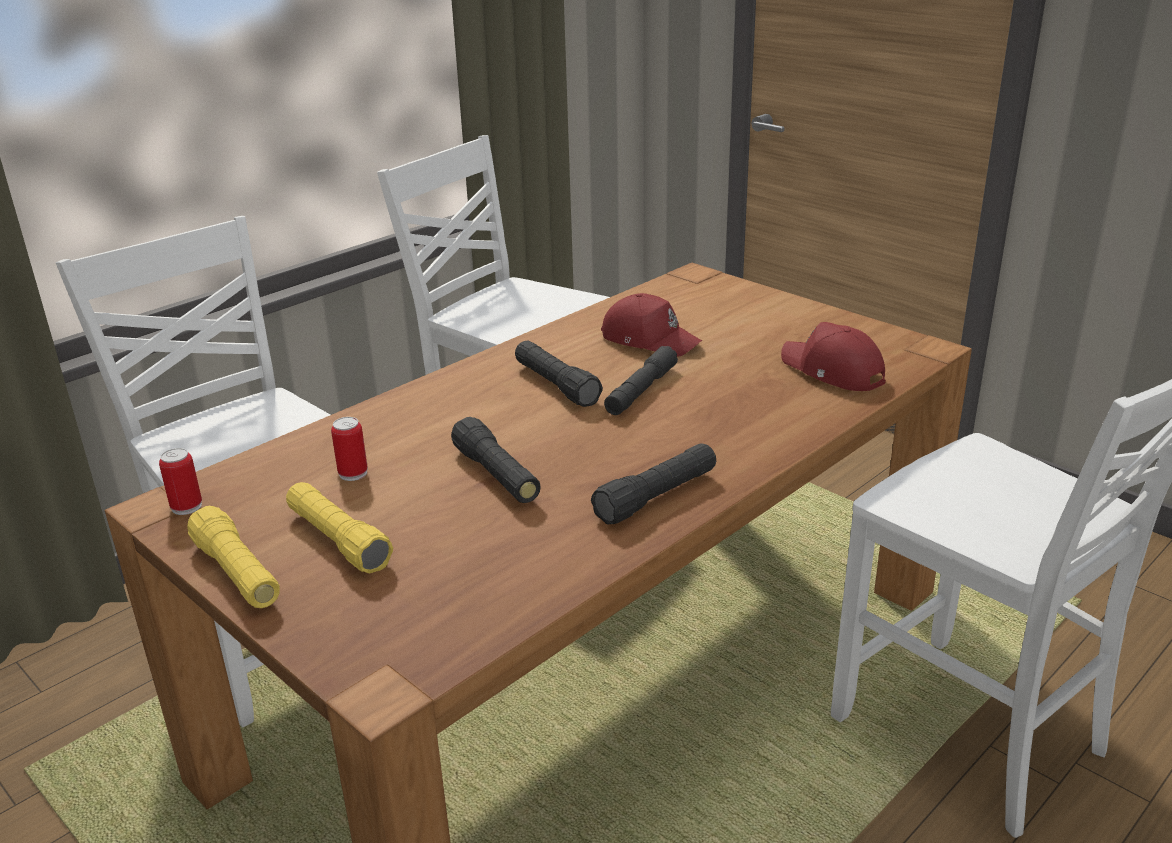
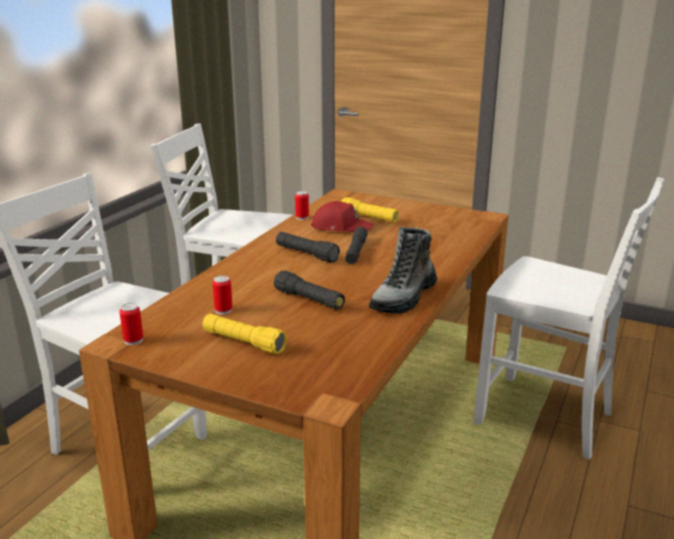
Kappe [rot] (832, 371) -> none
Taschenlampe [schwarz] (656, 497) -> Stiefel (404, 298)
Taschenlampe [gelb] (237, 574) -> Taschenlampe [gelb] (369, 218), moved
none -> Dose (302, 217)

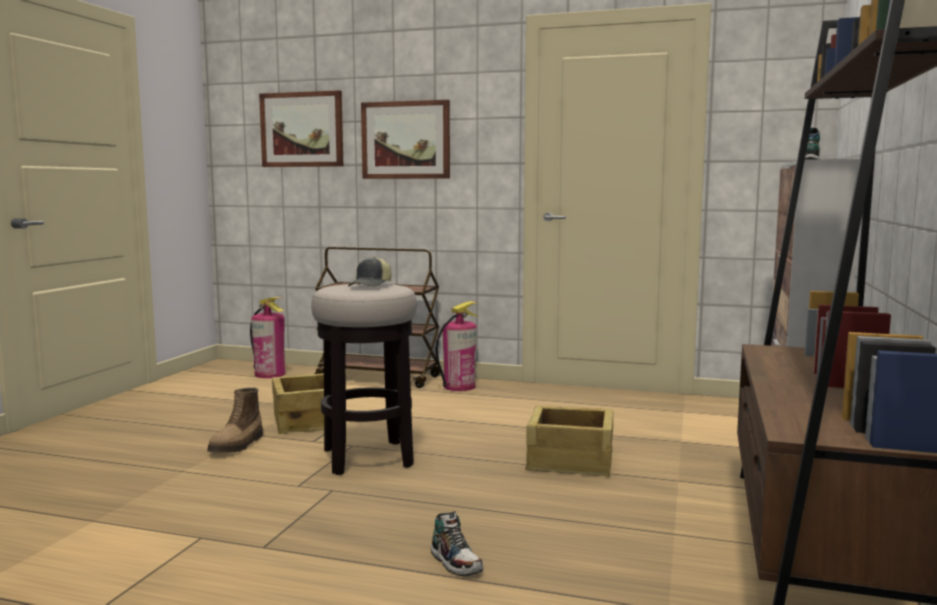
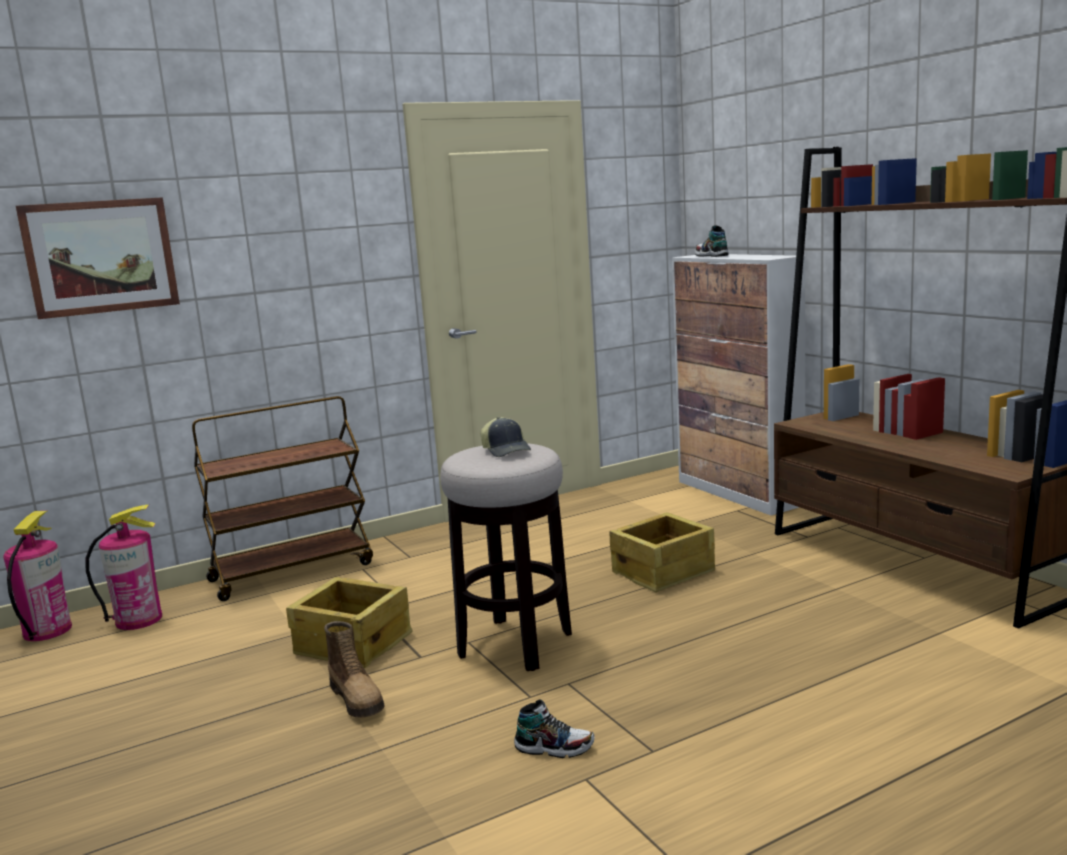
Bild (406, 140) -> none
Feuerlöscher (459, 386) -> Feuerlöscher (47, 631), moved
Schuh (456, 562) -> Schuh (554, 748), moved

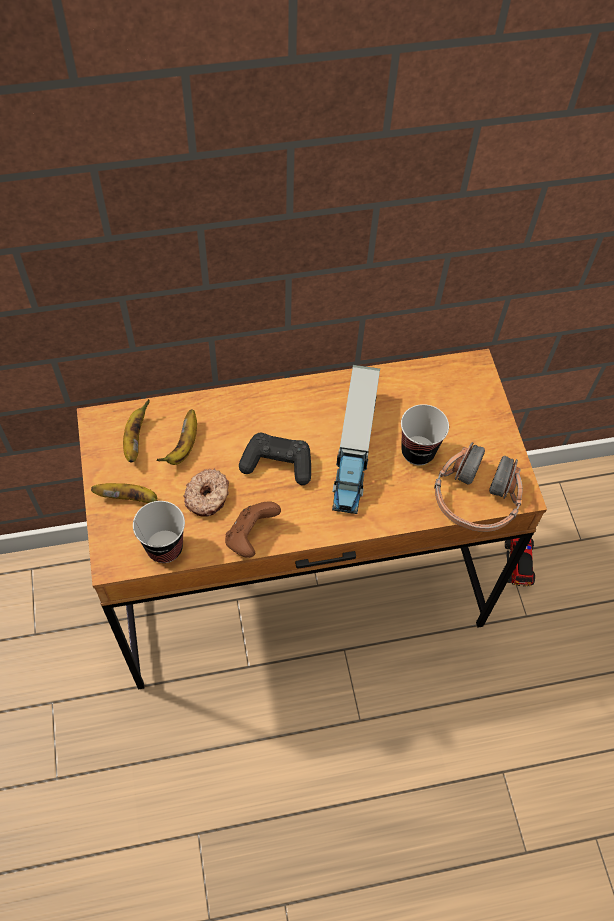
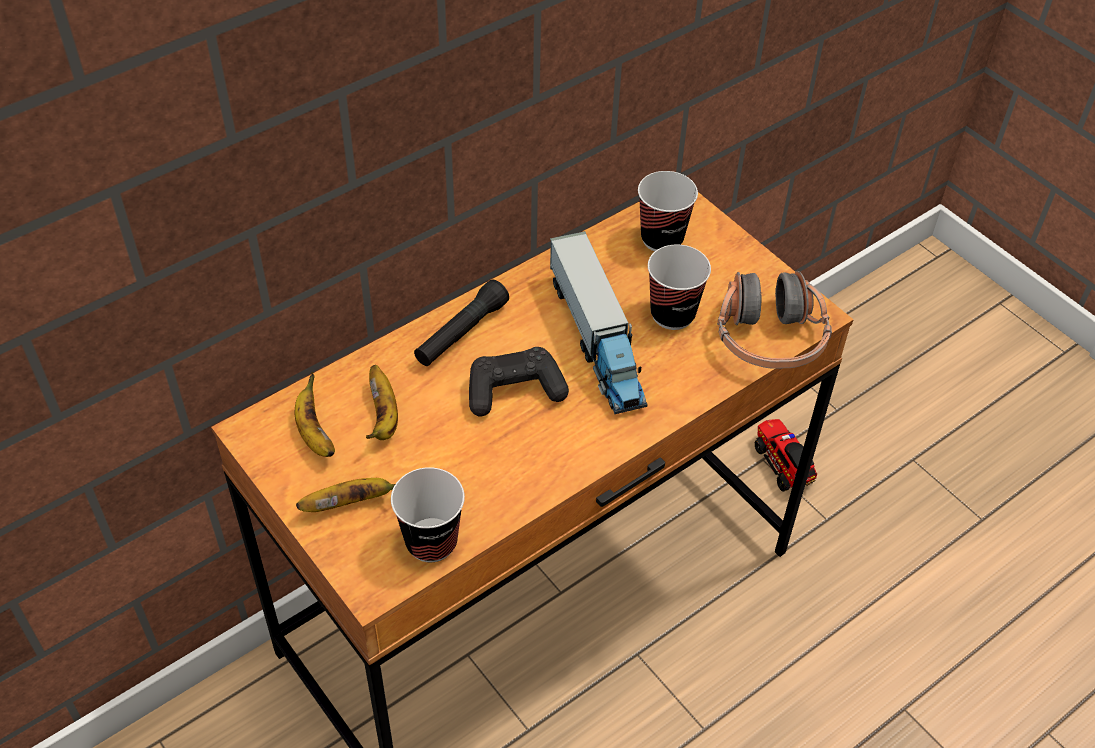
Donut (208, 497) -> none
Gamepad [braun] (250, 537) -> none
none -> Tasse (662, 239)
none -> Taschenlampe [schwarz] (461, 333)

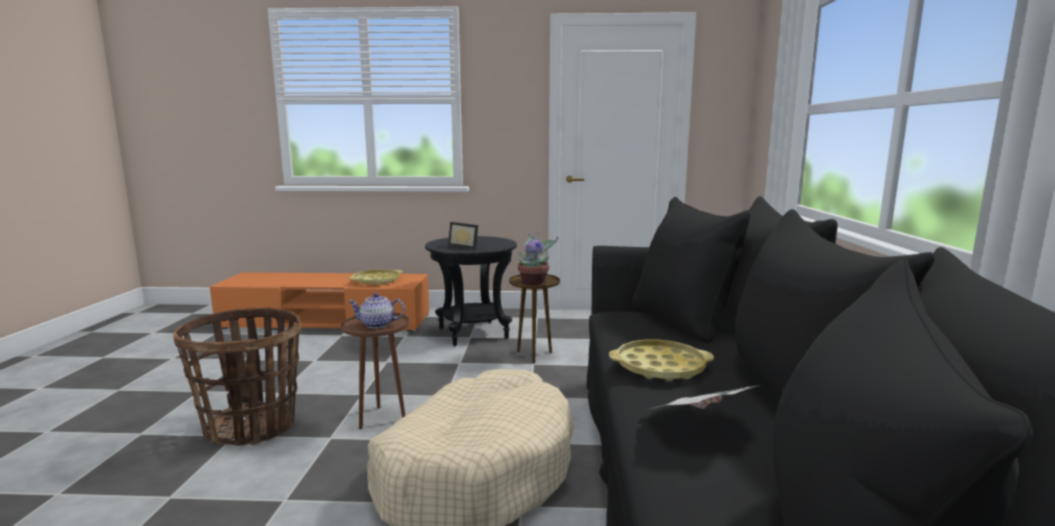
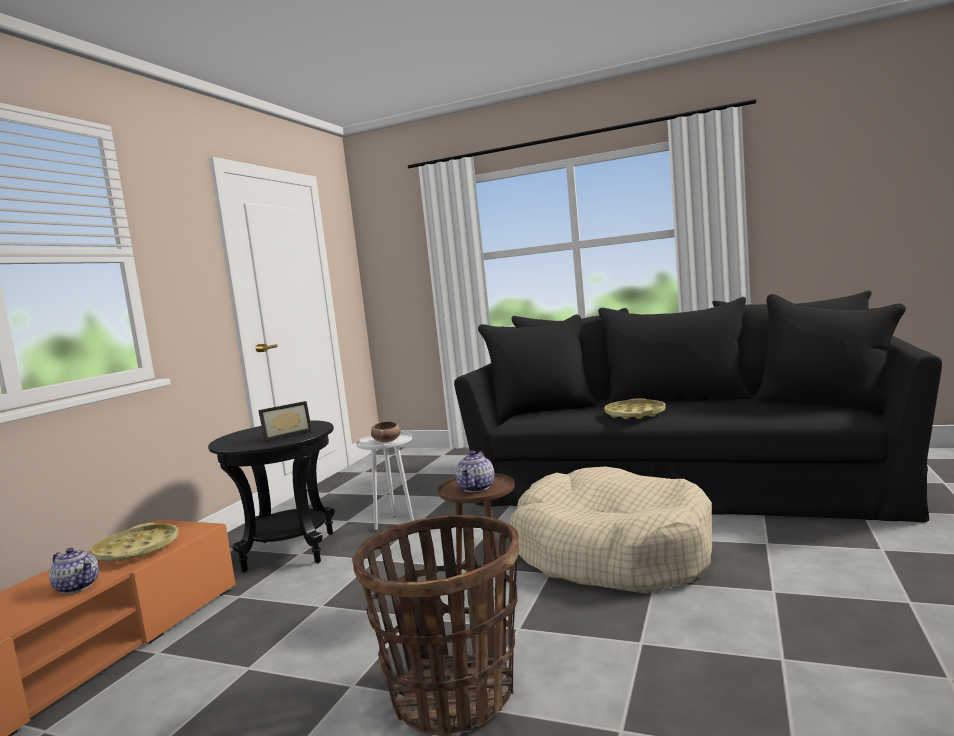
Topfpflanze (534, 282) -> Schüssel (387, 441)
Beistelltisch [braun] (534, 355) -> Beistelltisch [weiß] (394, 523)
Zeitung (696, 425) -> none
none -> Teekanne (77, 586)

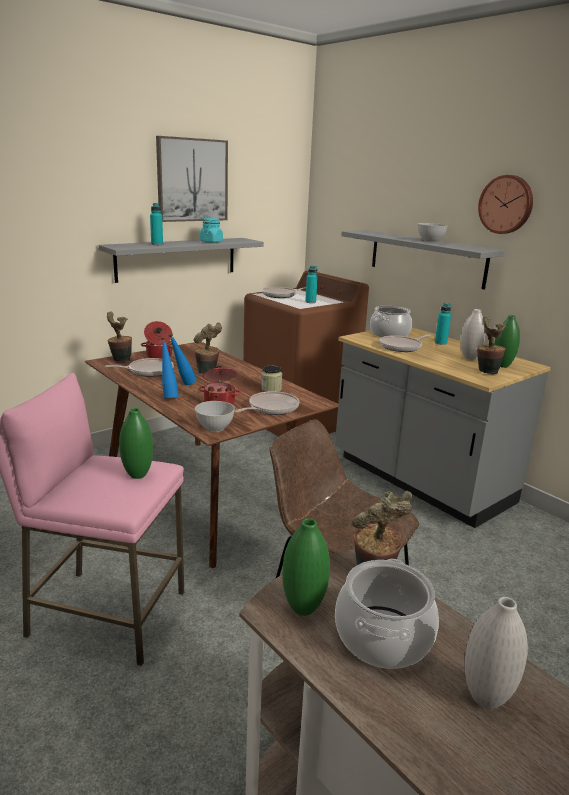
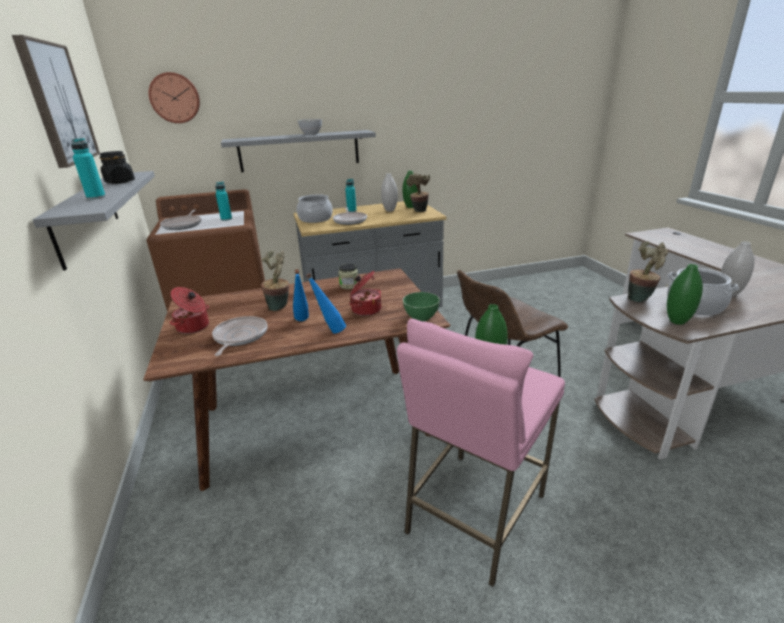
Wanduhr (506, 204) -> Wanduhr (175, 98), moved
Vorratsglas [türkis] (211, 242) -> Vorratsglas [schwarz] (120, 182)
Topfpflanze (120, 360) -> none
Pfanne (271, 408) -> none
Schüssel [grau] (215, 428) -> Schüssel [grün] (421, 317)

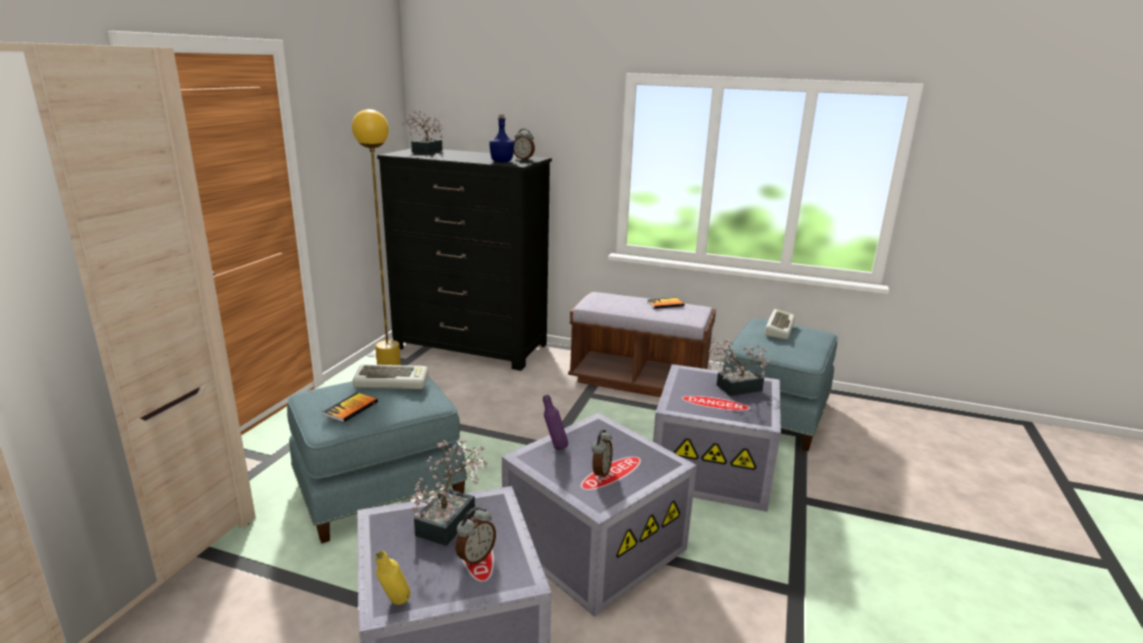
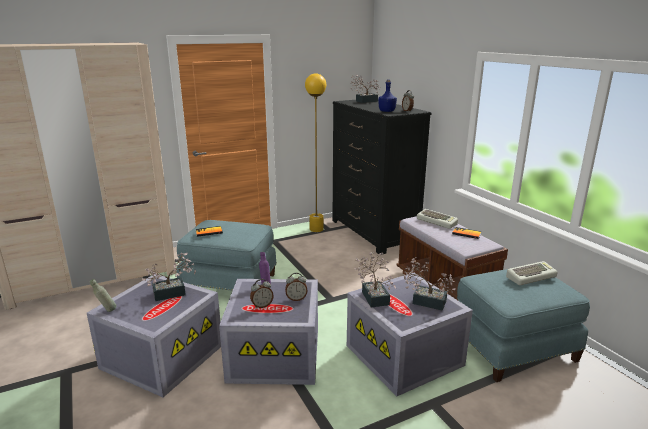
Tastatur (392, 382) -> Tastatur (437, 222), moved
Wecker (475, 557) -> Wecker (296, 299), moved
Flasche [gelb] (395, 606) -> Flasche [grau] (106, 311)
none -> Topfpflanze (374, 296)

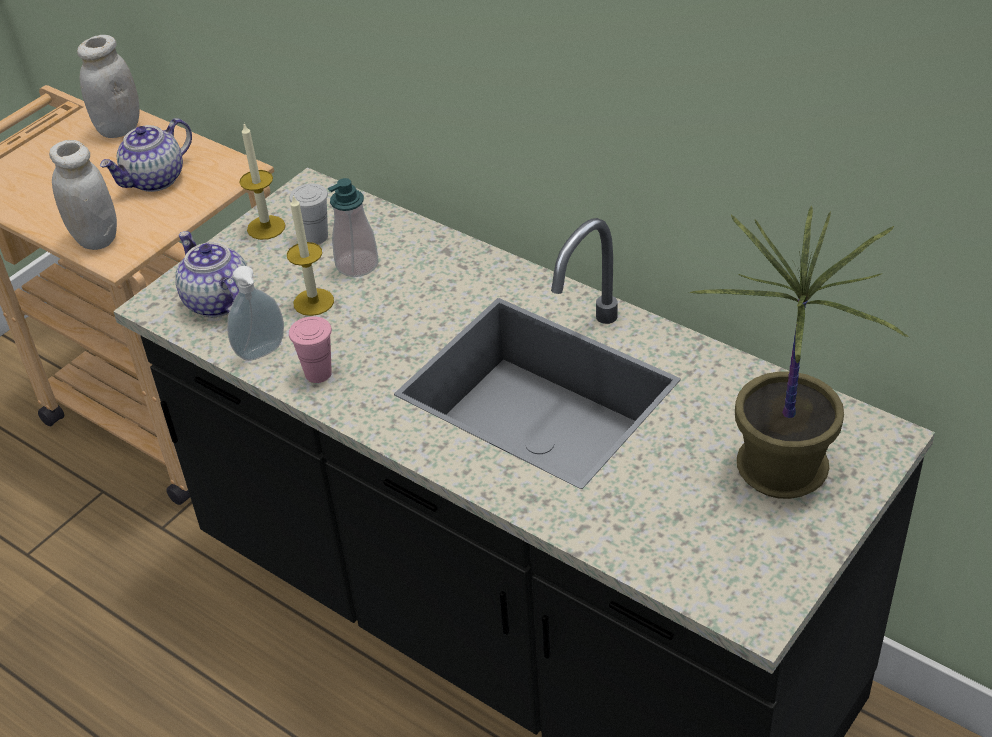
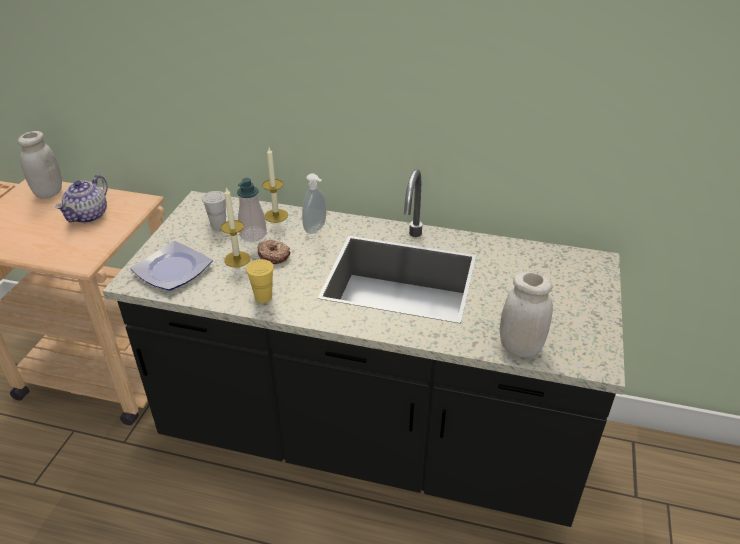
Kerze (266, 227) -> Kerze (276, 216), moved
Vorratsglas [weiß] (96, 238) -> Vorratsglas [weiß] (520, 347), moved
Topfpflanze (783, 472) -> none
Teekanne (216, 301) -> Teller (173, 271)
Seifenspender (262, 353) -> Seifenspender (316, 229), moved
Tasse [rosa] (318, 373) -> Tasse [gelb] (263, 297)
none -> Donut (274, 255)

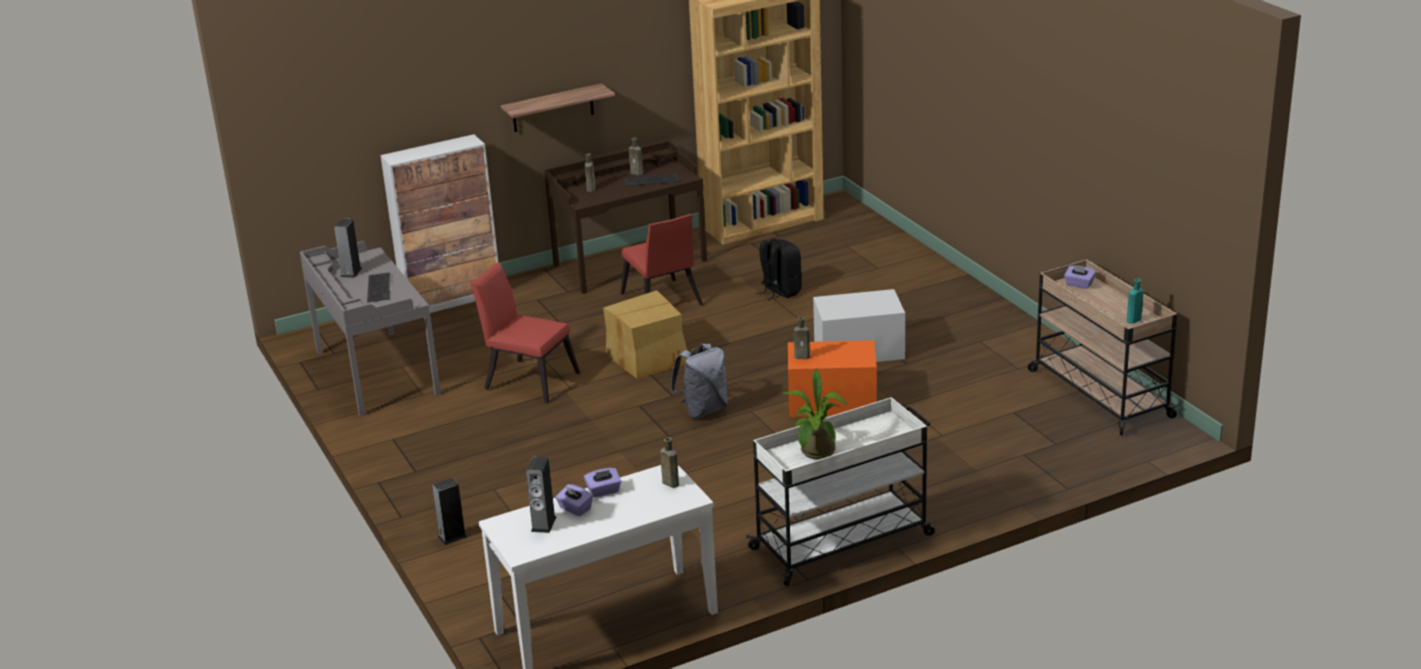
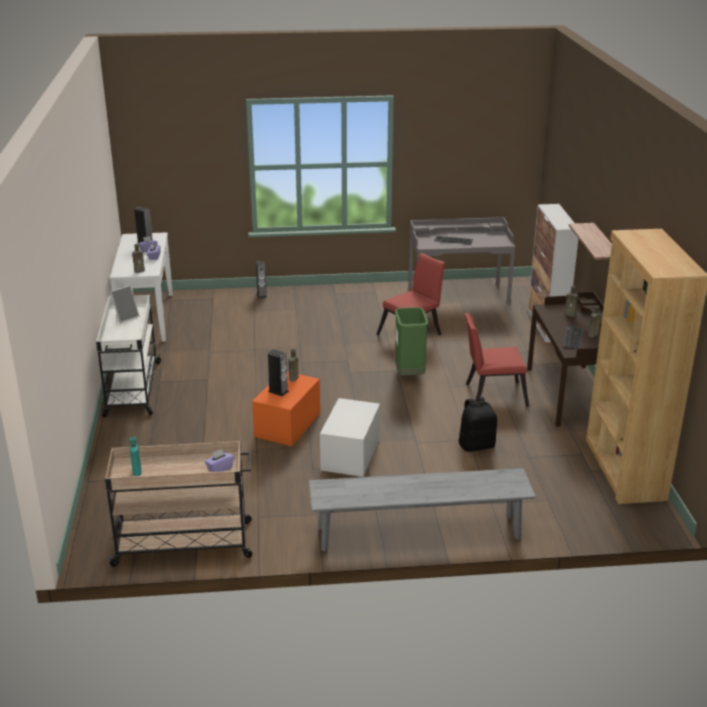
Lautsprecher (351, 272) -> Lautsprecher (278, 391), moved
Karton (648, 357) -> Mülleimer [grün] (409, 374)
Rucksack [grau] (703, 410) -> none
Topfpflanze (816, 454) -> Bilderrahmen (125, 317)
none -> Bank [grau] (419, 533)

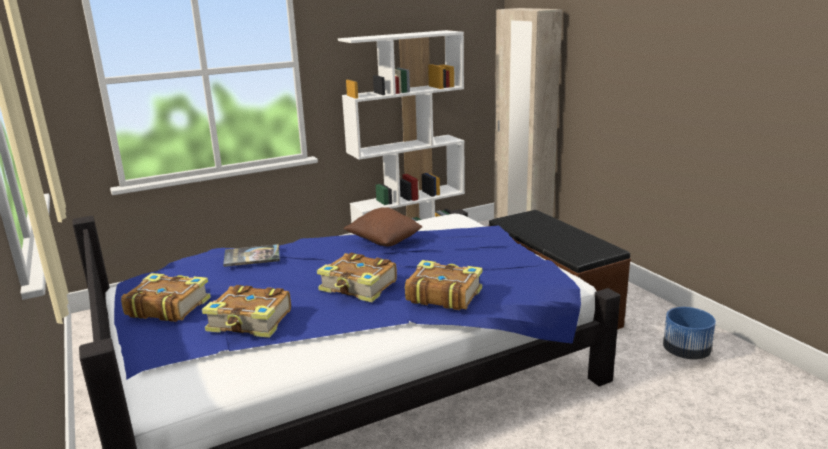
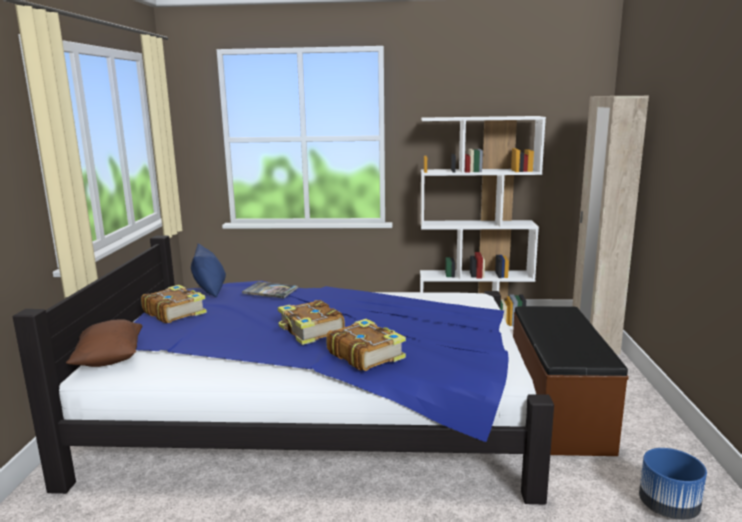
Kissen [braun] (384, 241) -> Kissen [braun] (109, 359), moved
Buch (251, 322) -> none
none -> Kissen [blau] (210, 290)

